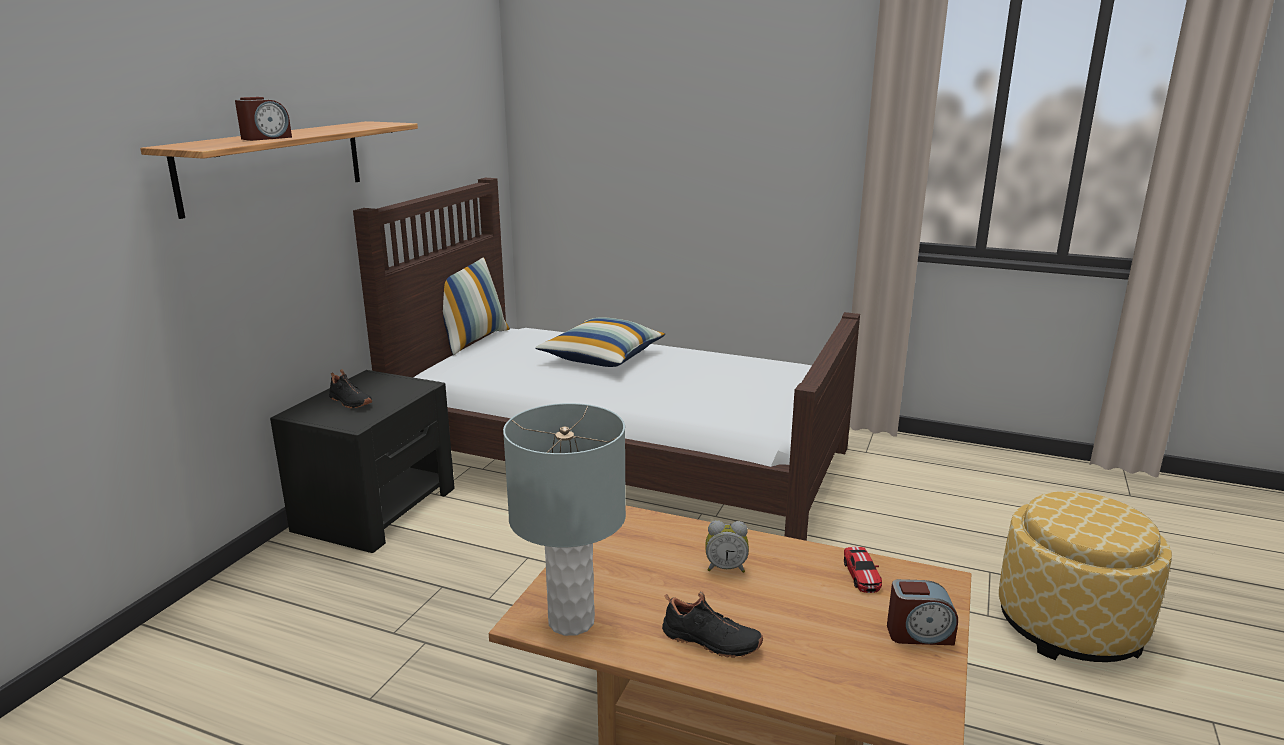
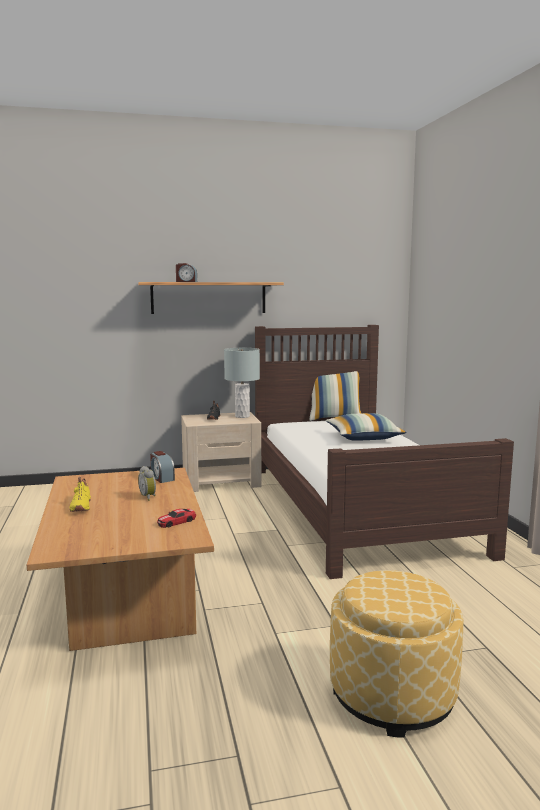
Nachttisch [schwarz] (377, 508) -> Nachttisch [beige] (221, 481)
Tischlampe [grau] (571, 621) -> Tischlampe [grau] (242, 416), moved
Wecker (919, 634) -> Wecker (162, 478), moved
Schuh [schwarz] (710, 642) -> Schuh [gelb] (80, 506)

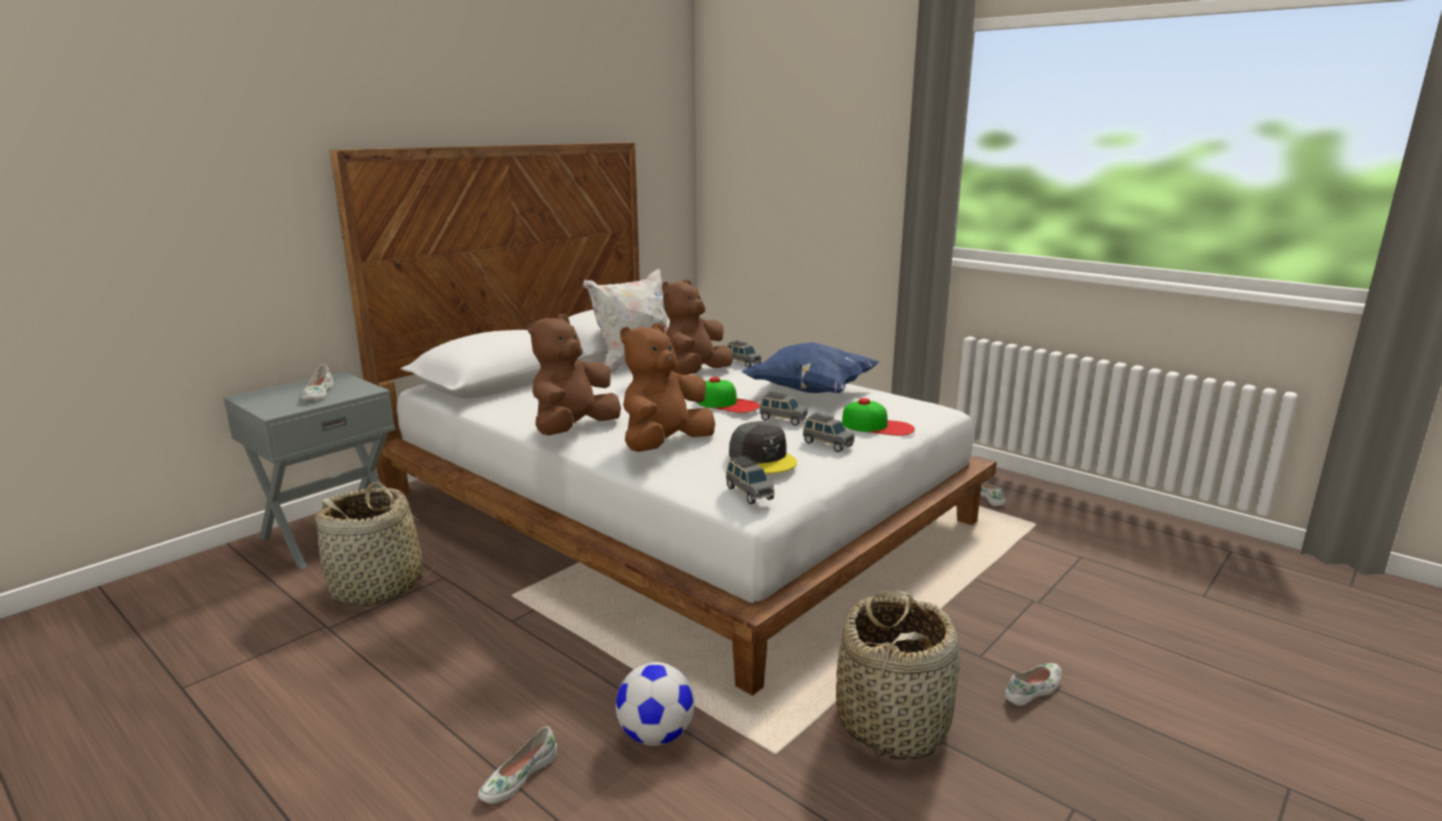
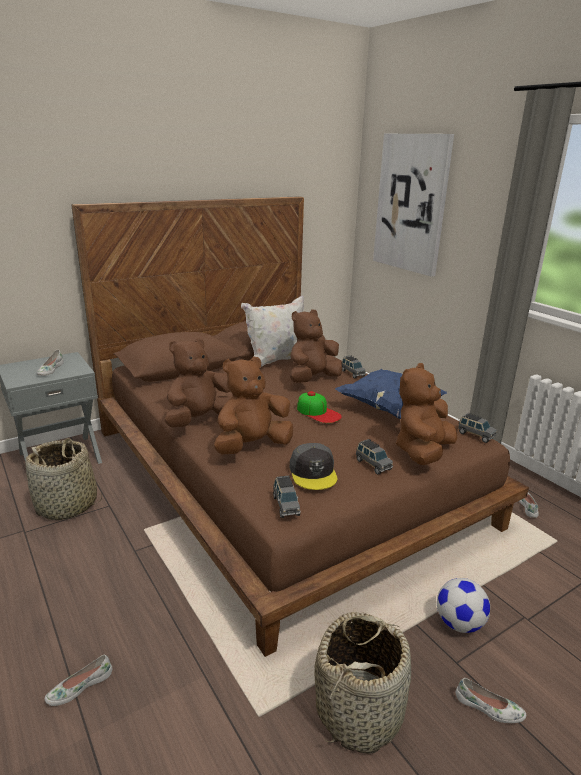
Bett [weiß] (676, 507) -> Bett [braun] (284, 474)
Spielzeugauto [grau] (782, 420) -> Spielzeugauto [grau] (475, 435), moved
Kappe (877, 426) -> Plüschtier [braun] (422, 452)
Fußball (655, 735) -> Fußball (459, 623), moved
Schuh [weiß] (1034, 689) -> Schuh [weiß] (488, 708), 45 degrees clockwise
none -> Bild (411, 204)

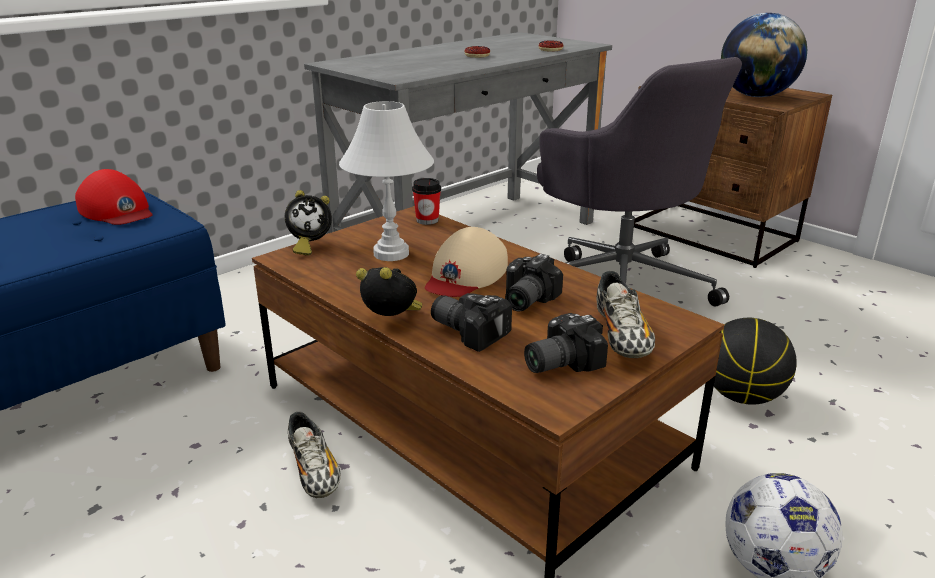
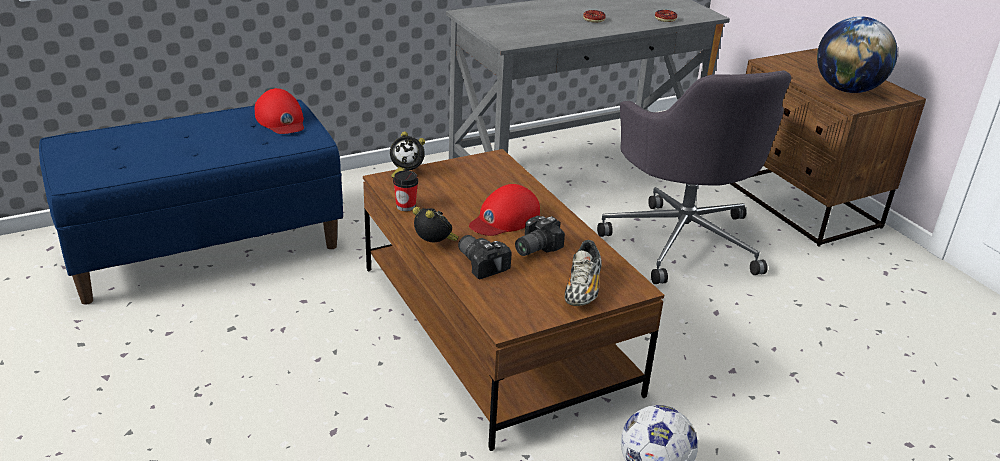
Tischlampe [weiß] (391, 253) -> none
Tasse (427, 220) -> Tasse (406, 206), moved
Kappe [beige] (465, 275) -> Kappe [rot] (504, 218)
Kamera (558, 362) -> none
Basketball (741, 396) -> none
Schuh (314, 471) -> none

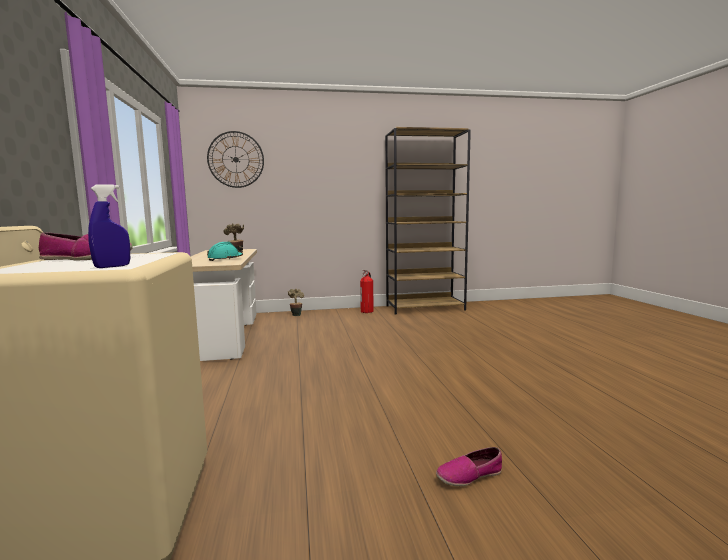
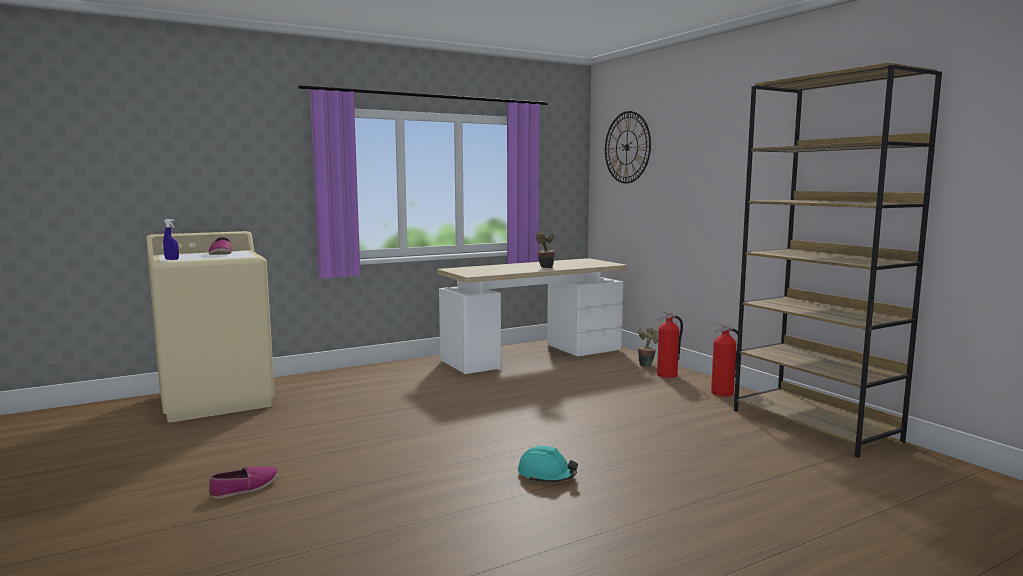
Schutzhelm [türkis] (225, 259) -> Schutzhelm [türkis] (546, 475), moved
Schuh (469, 475) -> Schuh (245, 488), 90 degrees clockwise
none -> Feuerlöscher (667, 375)

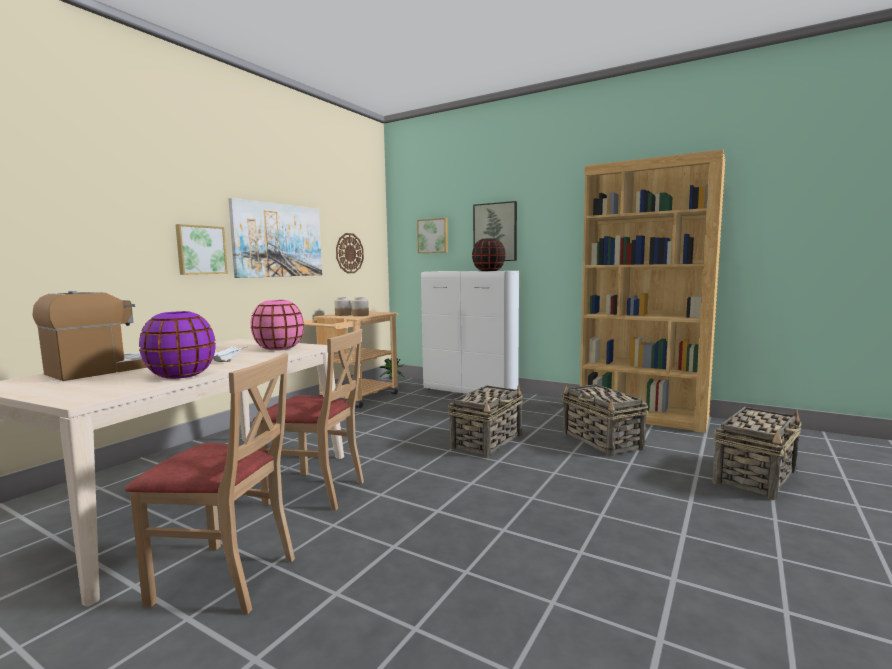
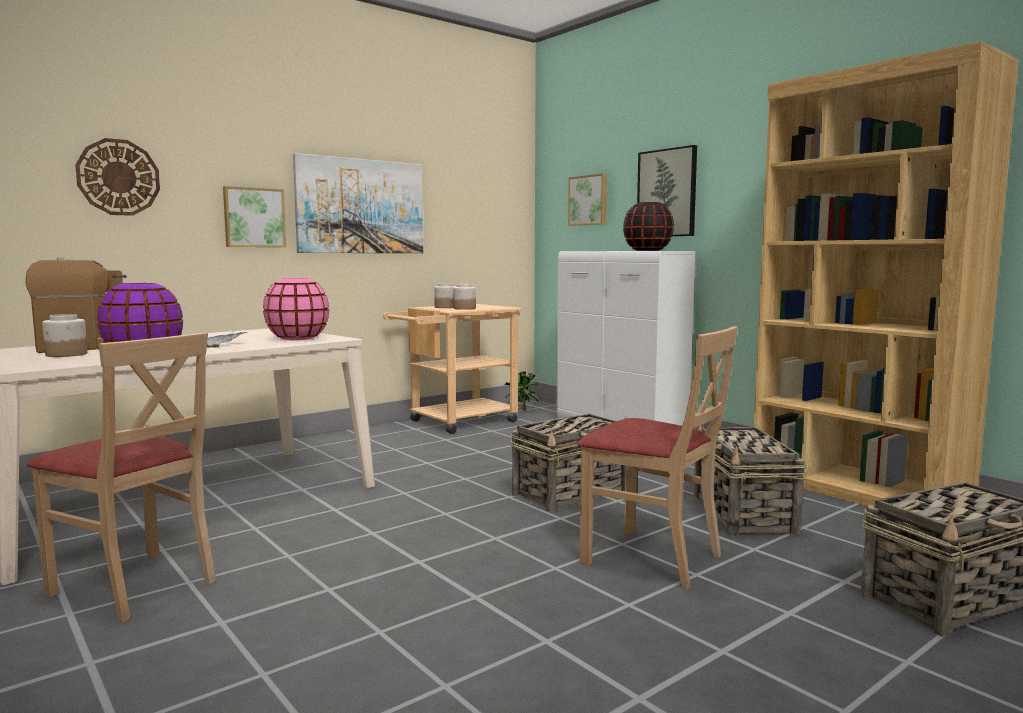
Wanduhr (349, 253) -> Wanduhr (118, 177), moved
Stuhl [beige] (316, 491) -> Stuhl [beige] (652, 558), moved
none -> Vorratsglas (66, 354)

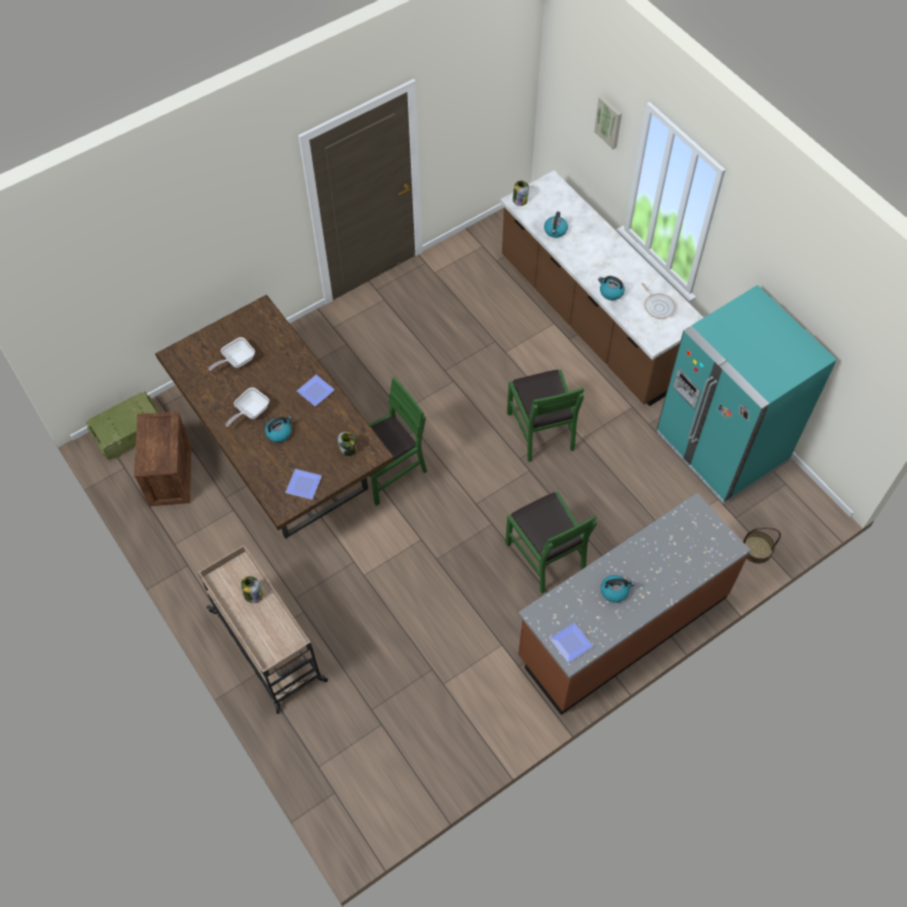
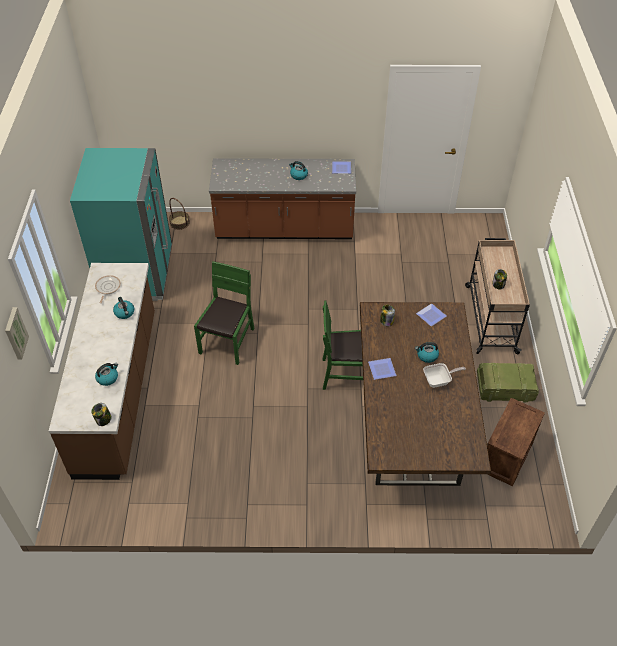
Pfanne (236, 361) -> none
Kiste (131, 432) -> Kiste (504, 389), moved
Stuhl [grün] (546, 555) -> none

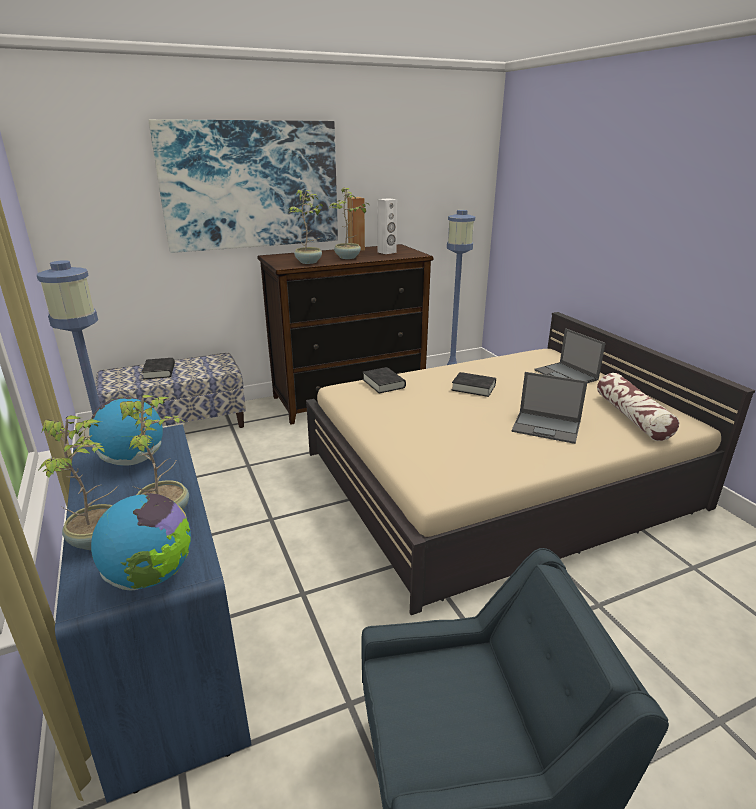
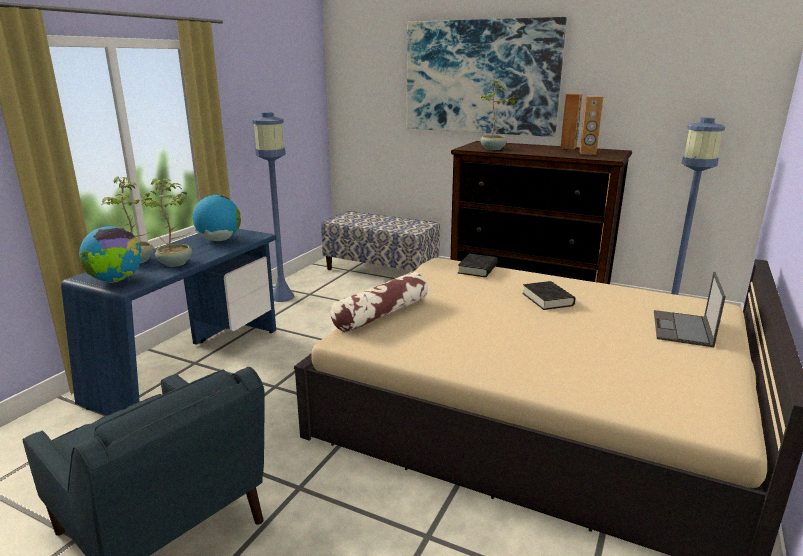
Topfpflanze (348, 258) -> none
Lautsprecher [weiß] (387, 252) -> Lautsprecher [braun] (587, 153)
Buch [schwarz] (159, 372) -> none
Laptop (547, 427) -> none
Kissen (632, 417) -> Kissen (381, 314), moved

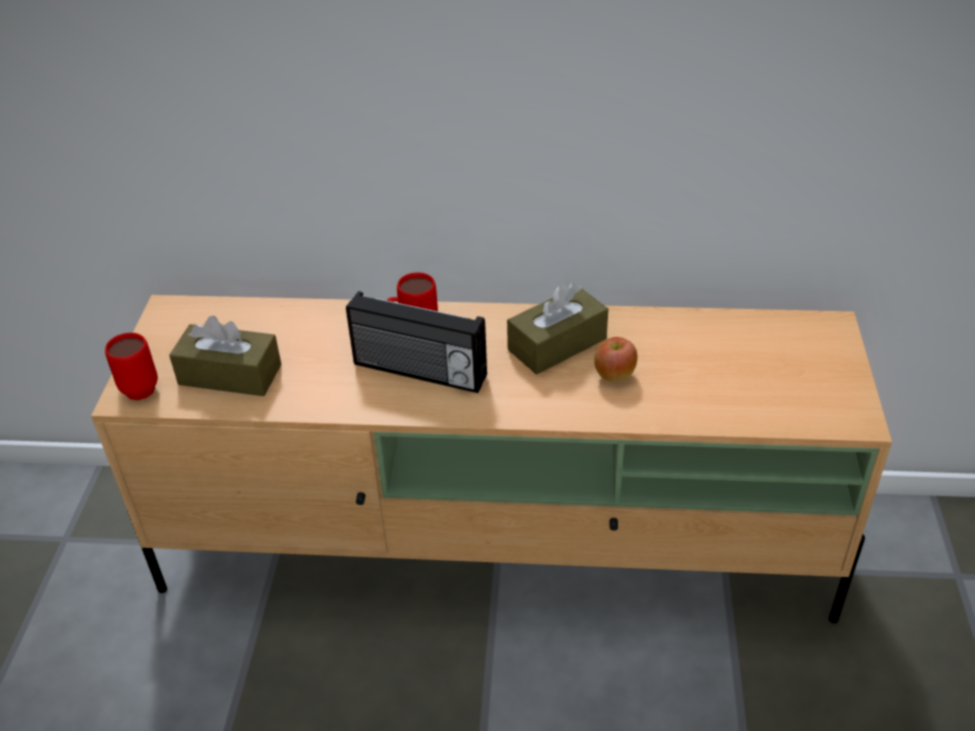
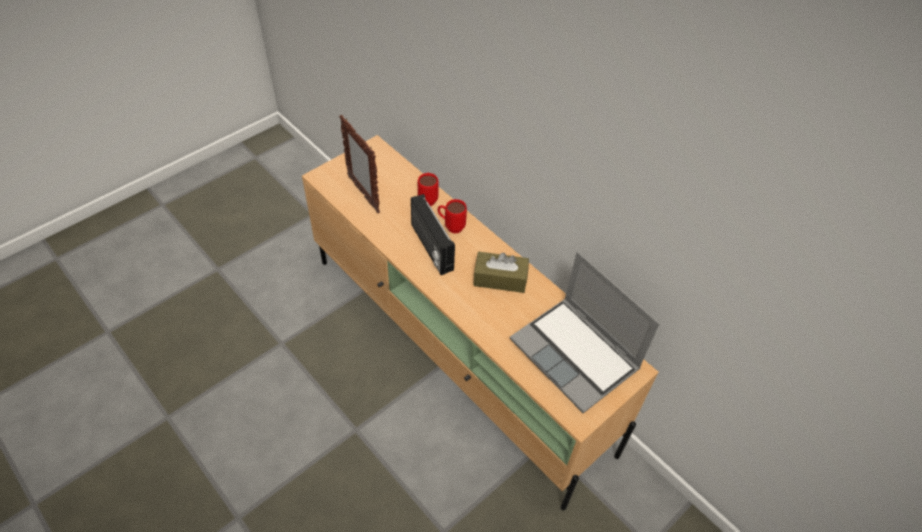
Taschentuchbox [braun] (230, 375) -> Bilderrahmen (363, 194)
Henkelbecher [rot] (136, 387) -> Henkelbecher [rot] (428, 198), moved
Apfel (614, 375) -> none
none -> Laptop (576, 355)

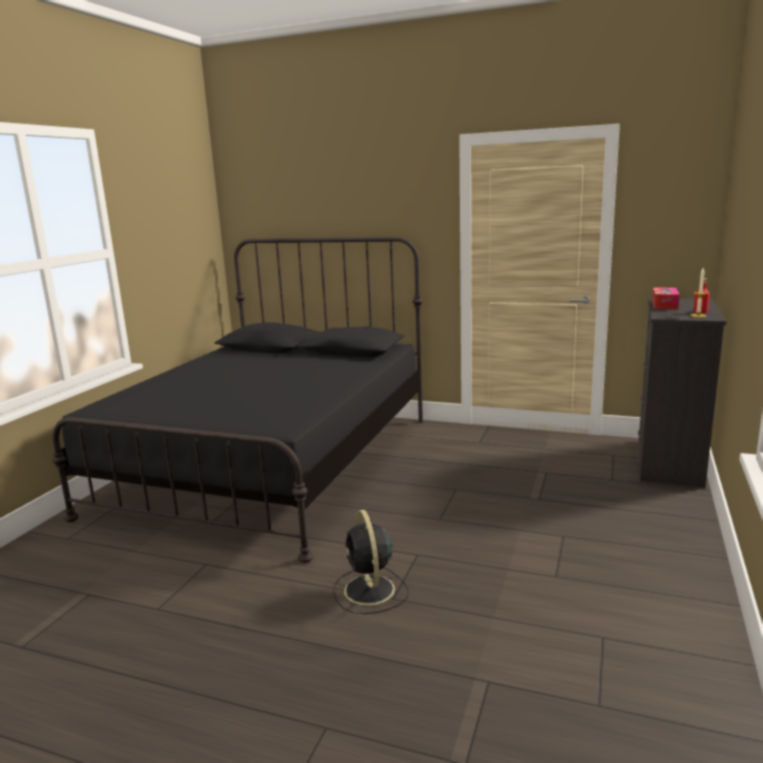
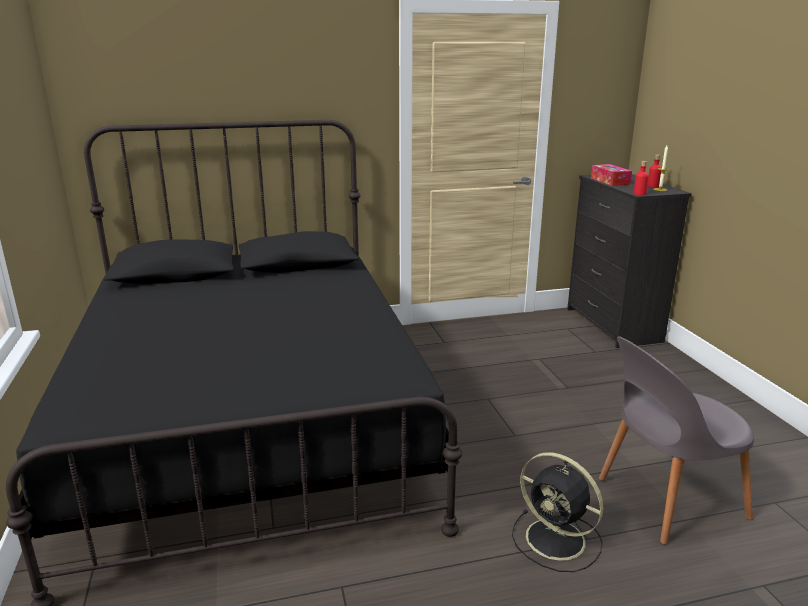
none -> Flasche [rot] (639, 194)
none -> Stuhl [grau] (666, 499)

